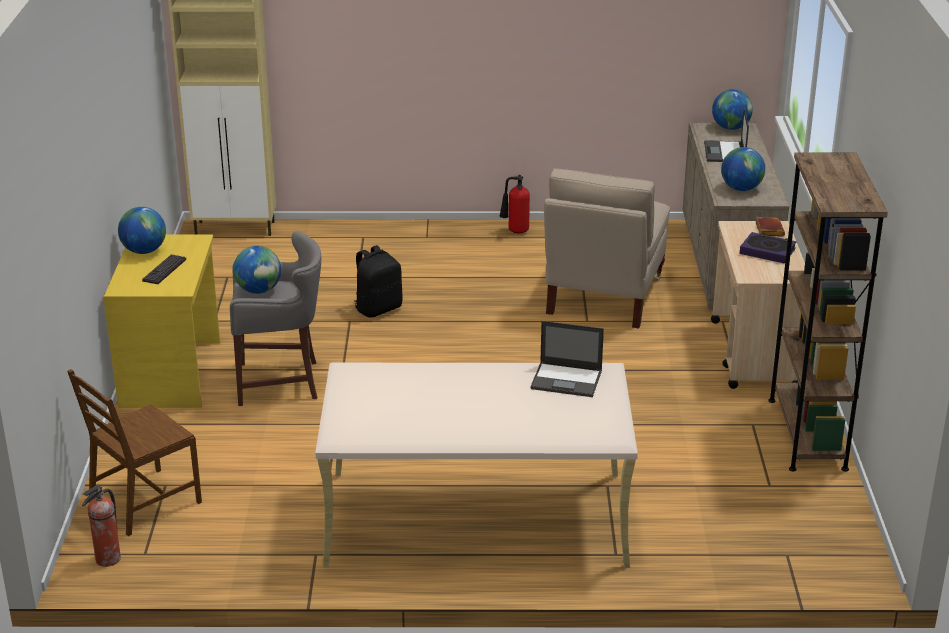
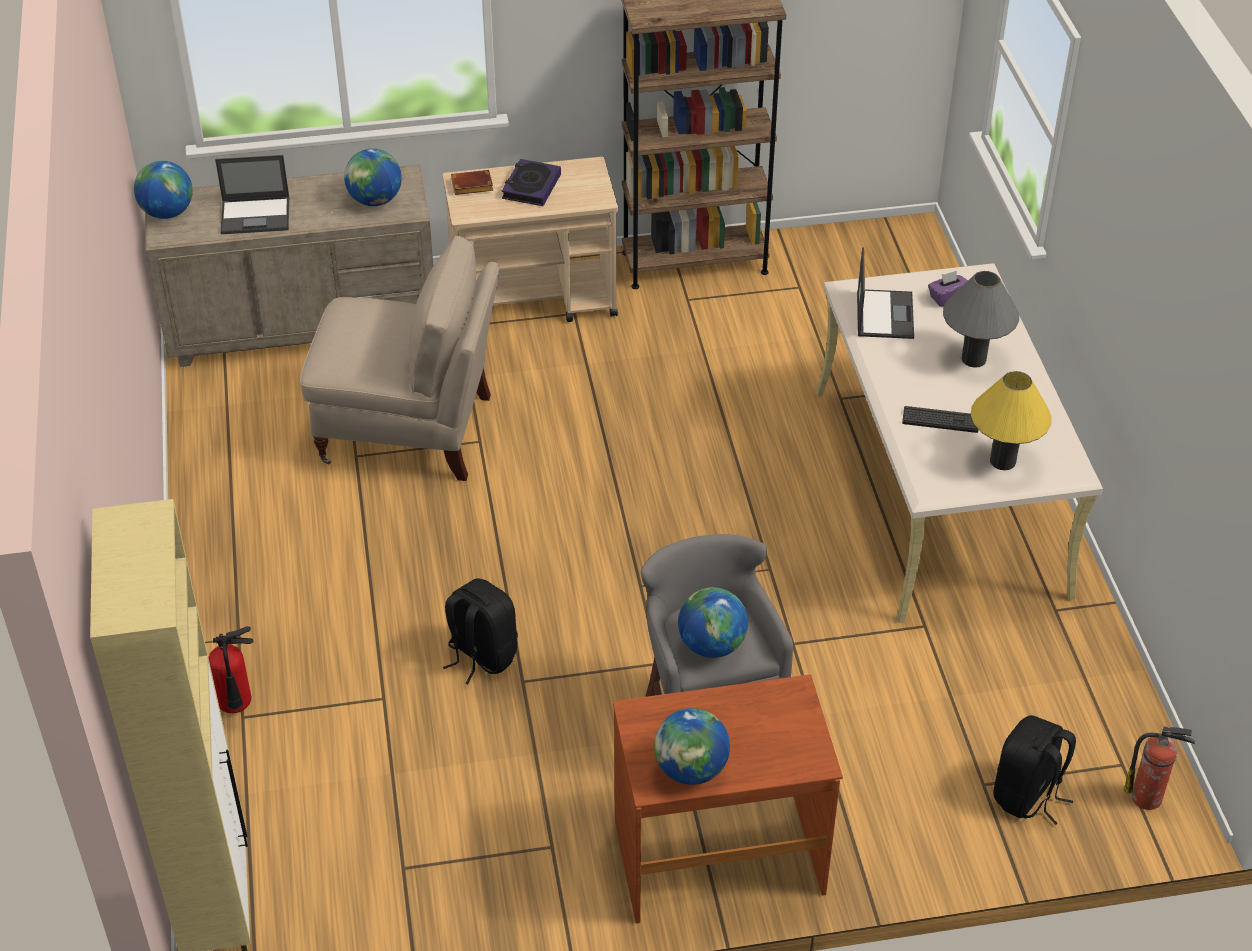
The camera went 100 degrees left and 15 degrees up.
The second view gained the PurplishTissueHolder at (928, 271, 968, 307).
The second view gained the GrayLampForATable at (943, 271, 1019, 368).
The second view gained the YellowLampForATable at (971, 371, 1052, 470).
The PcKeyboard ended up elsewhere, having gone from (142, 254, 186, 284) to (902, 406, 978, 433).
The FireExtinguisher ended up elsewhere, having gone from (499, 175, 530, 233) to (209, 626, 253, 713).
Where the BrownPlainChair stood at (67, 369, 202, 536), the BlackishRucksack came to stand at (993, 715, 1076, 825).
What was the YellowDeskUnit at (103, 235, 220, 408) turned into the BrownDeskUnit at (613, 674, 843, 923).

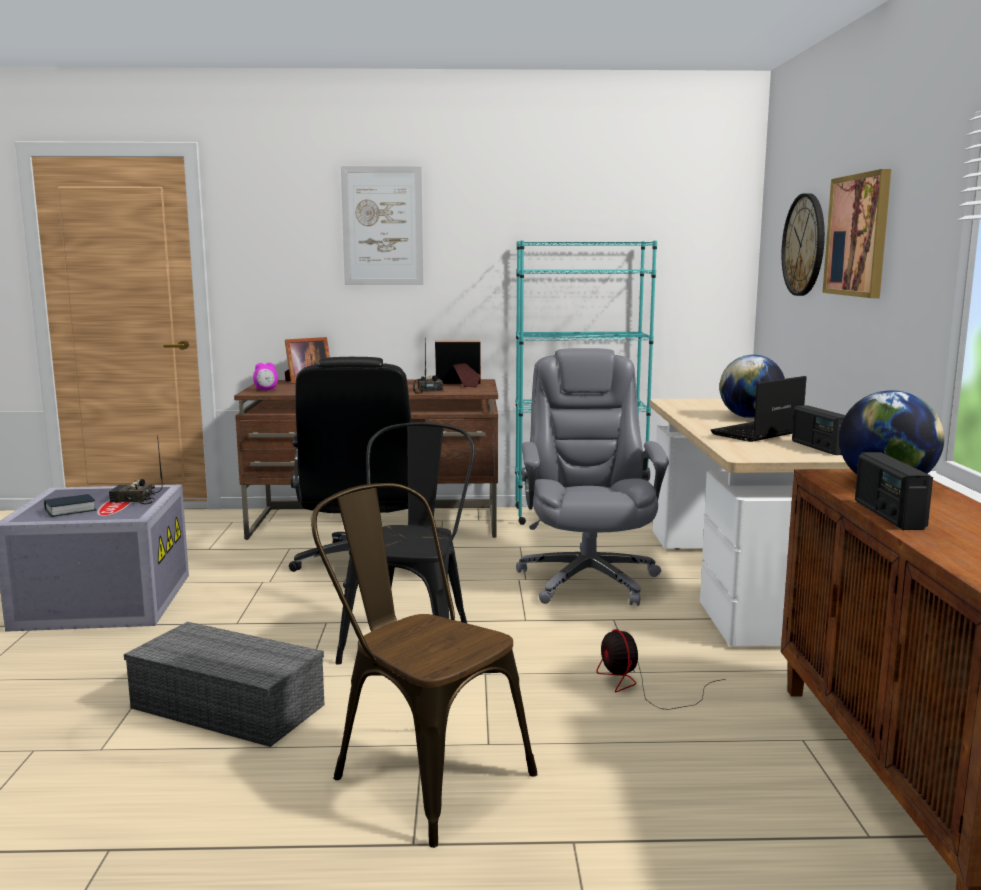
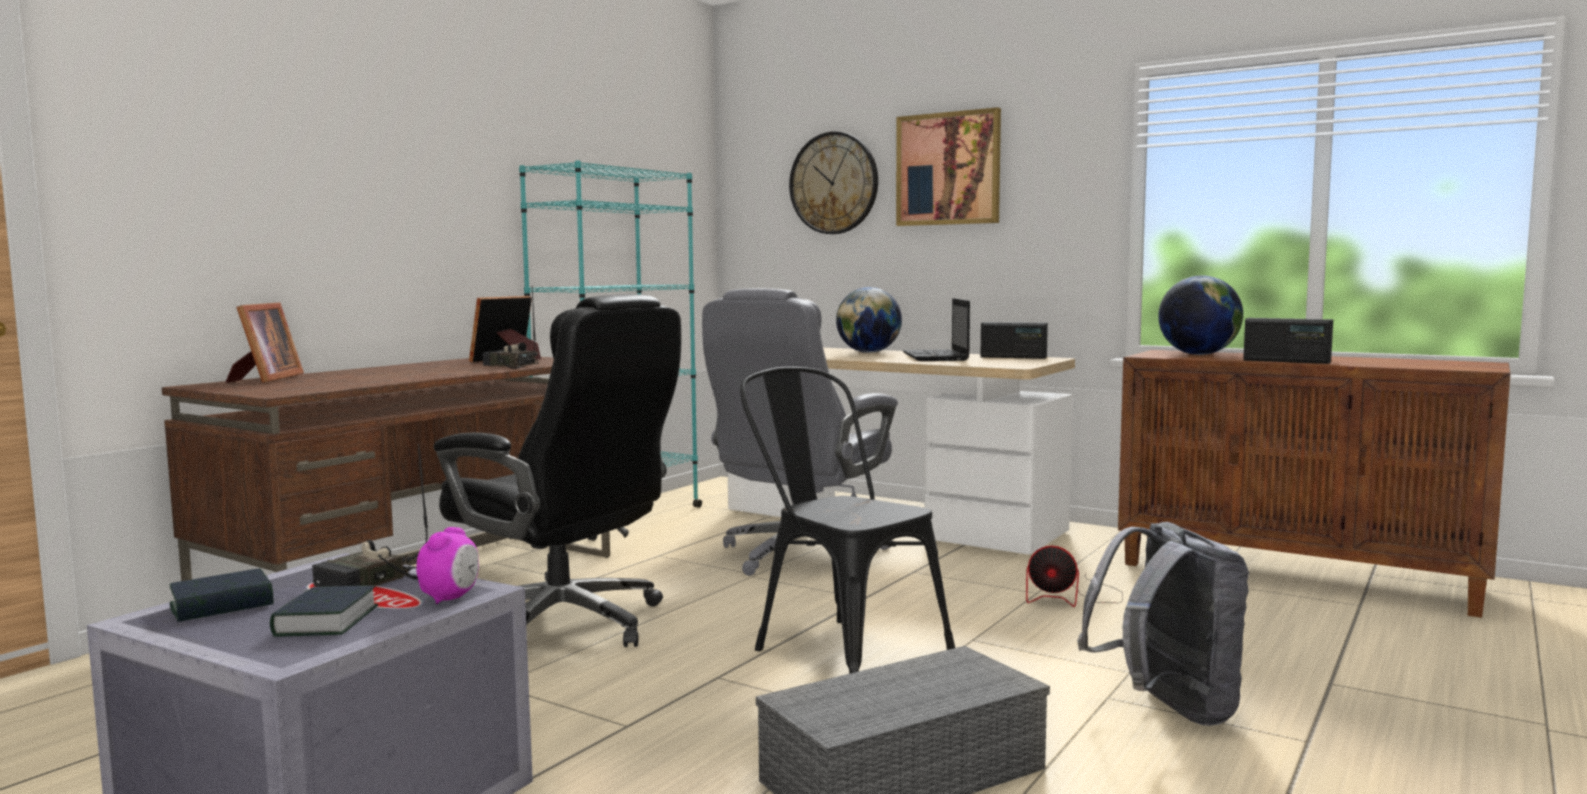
The camera went 55 degrees left and 5 degrees down.
The second view lost the WallPicture at (341, 166, 423, 285).
The second view gained the BoundBook at (169, 568, 273, 622).
The AlarmClock ended up elsewhere, having gone from (253, 363, 278, 390) to (416, 527, 479, 604).
Where the BrownPlainChair stood at (311, 483, 538, 848), the GrayRucksack came to stand at (1077, 522, 1249, 726).
The GrayDeskChair at (516, 348, 669, 606) ended up facing another way, 90 degrees counterclockwise from before.

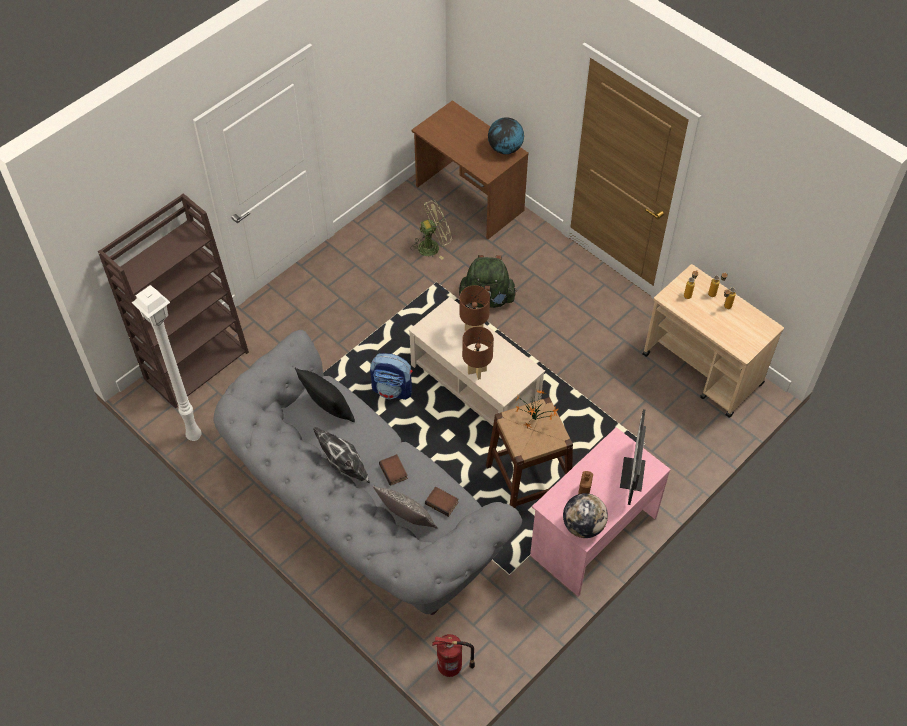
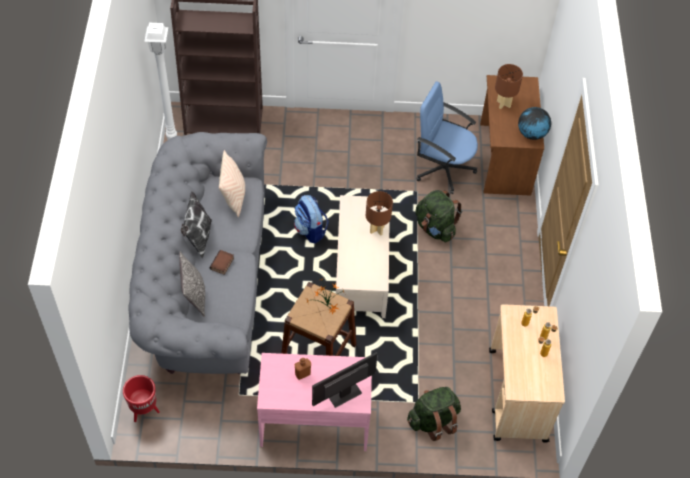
The camera went 45 degrees right and 0 degrees up.
The second view lost the BoundBook at (425, 487, 459, 517).
The second view lost the DeskGlobe at (563, 493, 608, 538).
The second view gained the GreenishRucksack at (407, 387, 461, 441).
The BrownLampForATable ended up elsewhere, having gone from (462, 326, 494, 380) to (495, 64, 523, 109).
Where the GreenishCoolingFan stood at (410, 200, 452, 259), the BlueDeskChair came to stand at (417, 82, 478, 194).
Where the FireExtinguisher stood at (432, 634, 475, 677), the RedPlanter came to stand at (123, 375, 160, 422).
What was the BlackishThrowPillow at (295, 368, 355, 422) turned into the SandColouredThrowPillow at (219, 150, 245, 217).

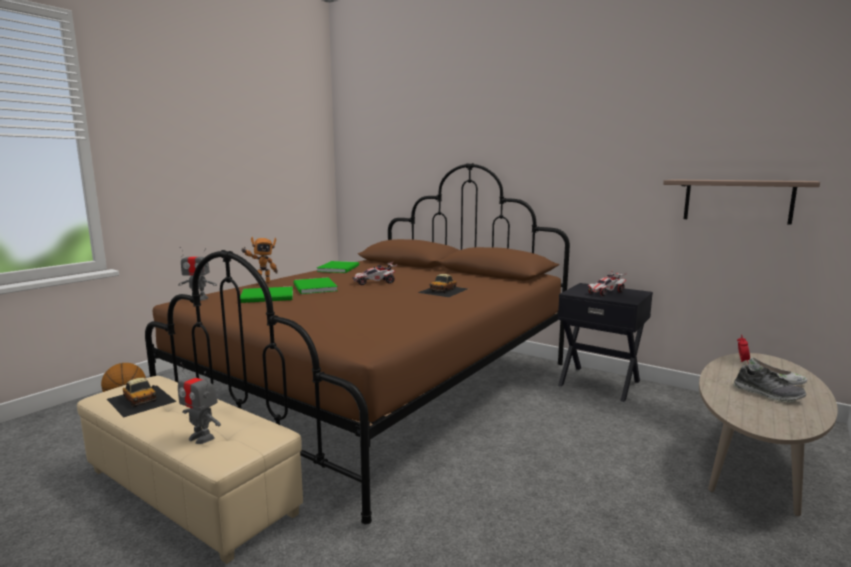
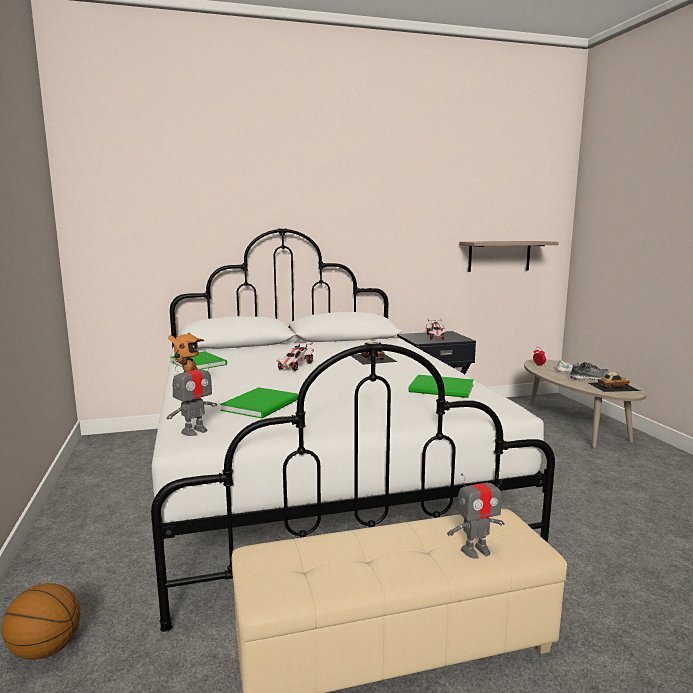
The camera went 50 degrees left and 0 degrees up.
The MiniatureCar ended up elsewhere, having gone from (107, 378, 177, 418) to (588, 372, 640, 392).
The GreenishBoundBook ended up elsewhere, having gone from (293, 277, 338, 294) to (409, 375, 474, 398).
What was the BrownSleepingBed at (145, 163, 570, 524) turned into the WhiteColouredSleepingBed at (151, 228, 555, 632).

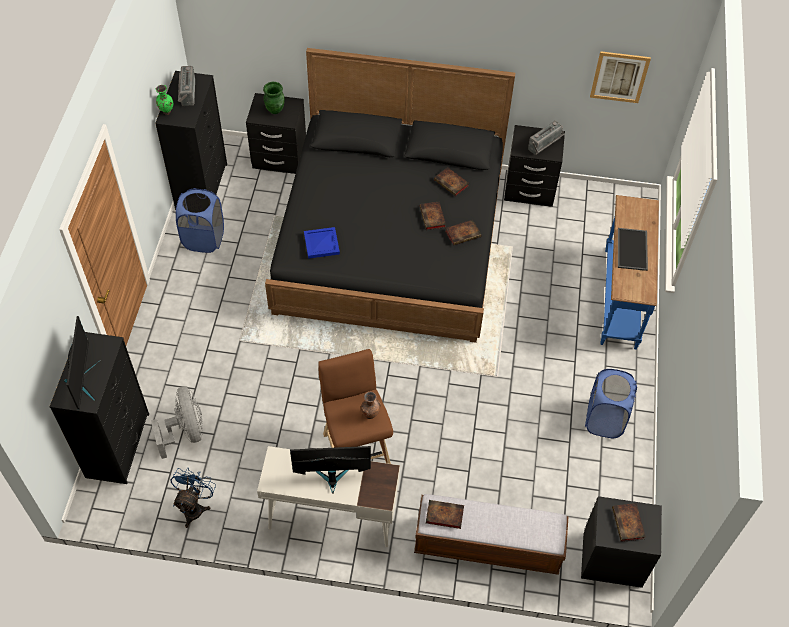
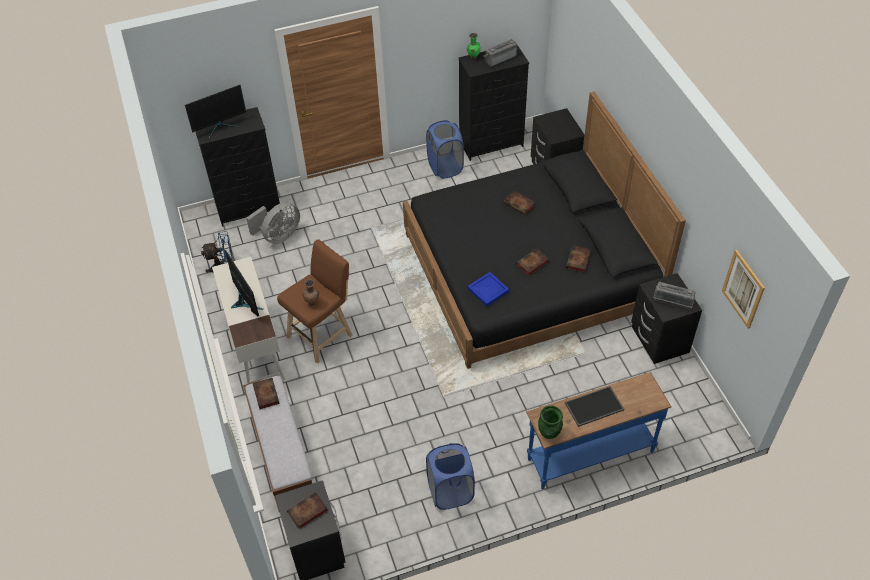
The camera went 65 degrees right and 5 degrees down.
The GreenishFlowerVase ended up elsewhere, having gone from (263, 82, 285, 114) to (538, 406, 563, 439).
The BlueServingTray ended up elsewhere, having gone from (304, 227, 340, 259) to (468, 272, 509, 306).
The BoundBook ended up elsewhere, having gone from (445, 220, 481, 245) to (503, 191, 536, 215).

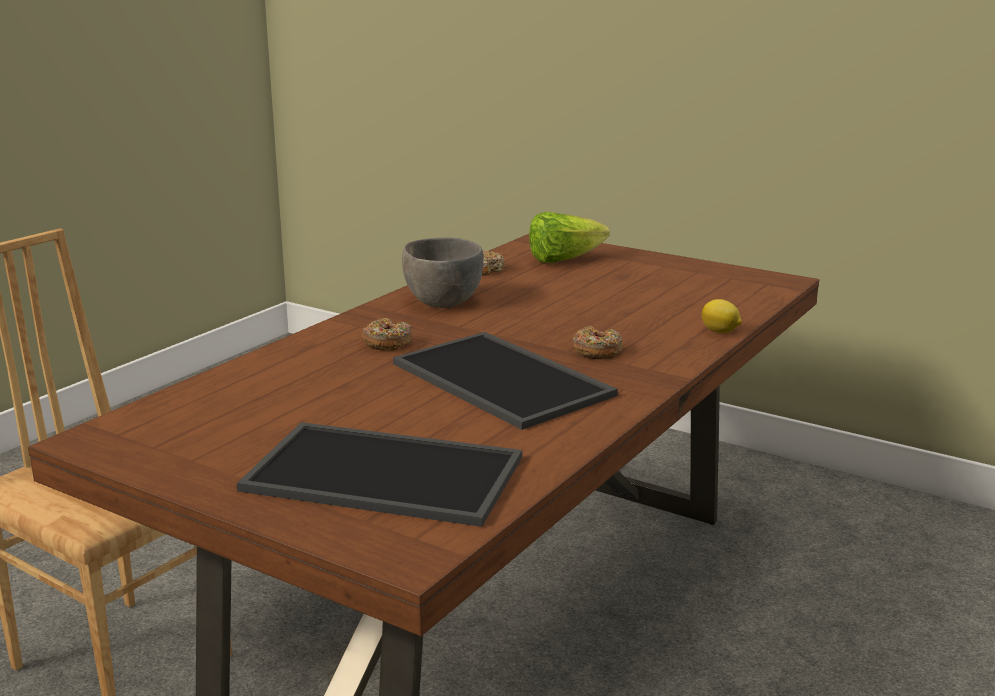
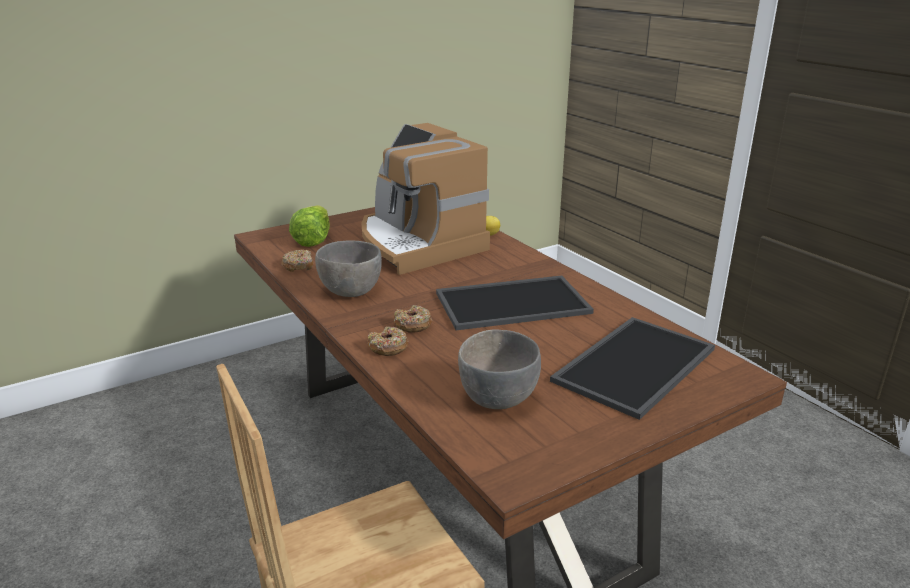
The camera went 65 degrees left and 5 degrees up.
The second view gained the CoffeeMachine at (361, 123, 490, 275).
The second view gained the GrayBowl at (458, 329, 541, 409).
The Doughnut ended up elsewhere, having gone from (573, 326, 623, 359) to (367, 327, 409, 356).

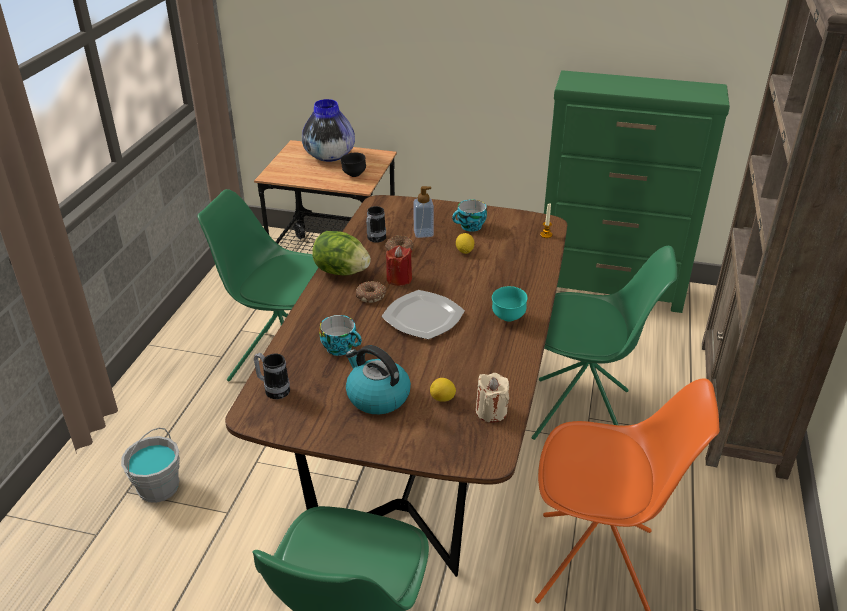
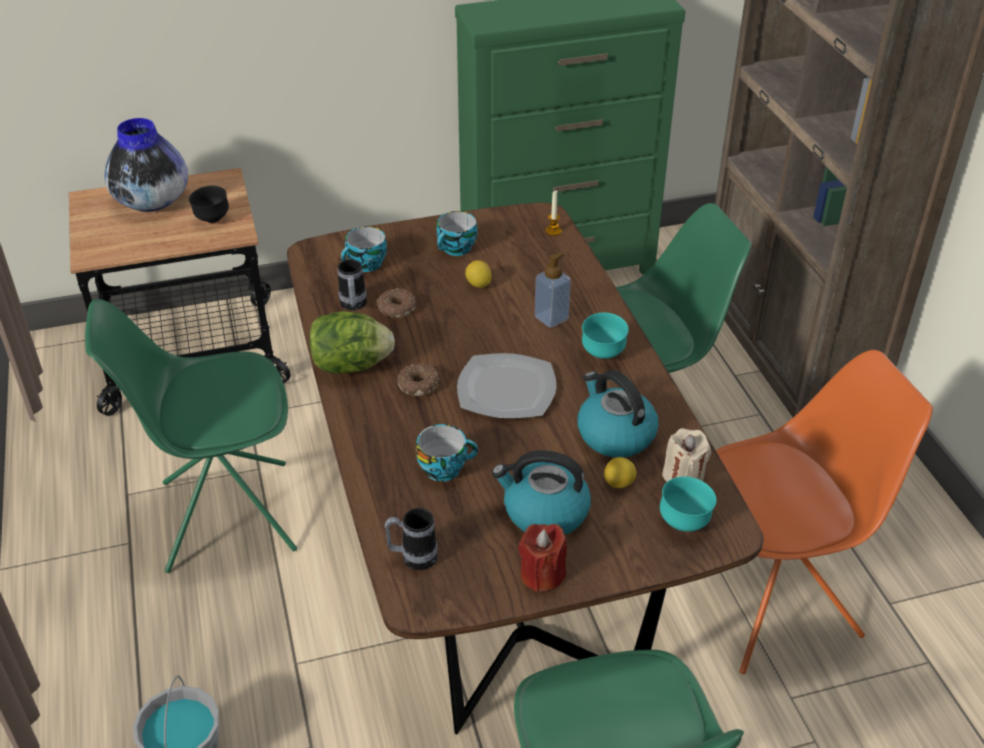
The camera went 30 degrees left and 5 degrees up.
The second view gained the Cup at (341, 226, 387, 272).
The second view gained the Kettle at (577, 370, 659, 457).
The second view gained the BlueGreenBowl at (660, 476, 717, 532).
The RedWaxLight ended up elsewhere, having gone from (386, 246, 412, 286) to (518, 524, 567, 592).
The LiquidSoapBottle ended up elsewhere, having gone from (413, 186, 434, 238) to (534, 252, 571, 328).

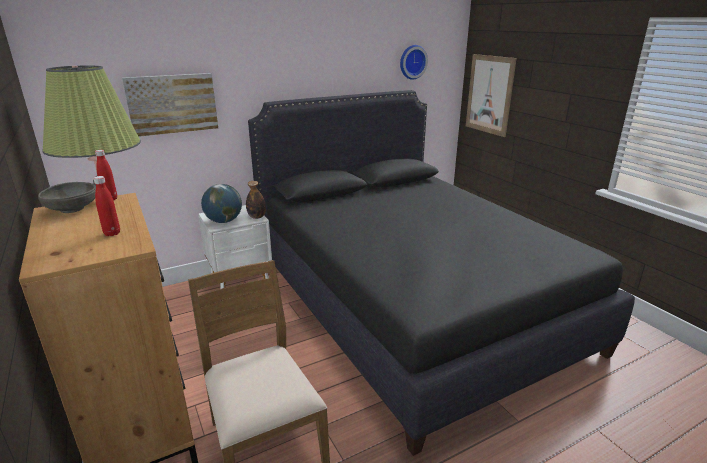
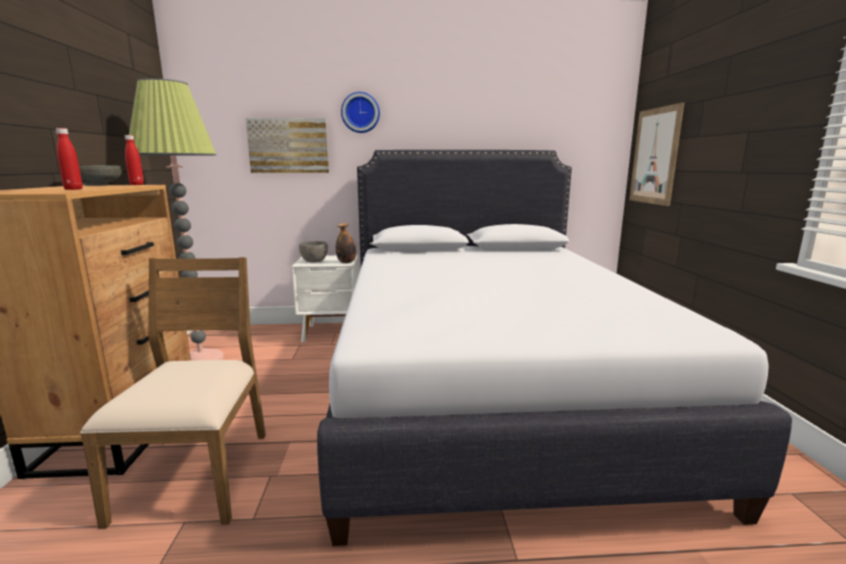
The camera went 25 degrees right and 10 degrees down.
The WallClock ended up elsewhere, having gone from (400, 45, 428, 80) to (341, 92, 380, 133).
Where the DeskGlobe stood at (201, 184, 242, 223), the GrayBowl came to stand at (299, 241, 328, 263).
What was the BlackishSleepingBed at (248, 90, 635, 456) turned into the WhiteColouredSleepingBed at (317, 150, 792, 546).

